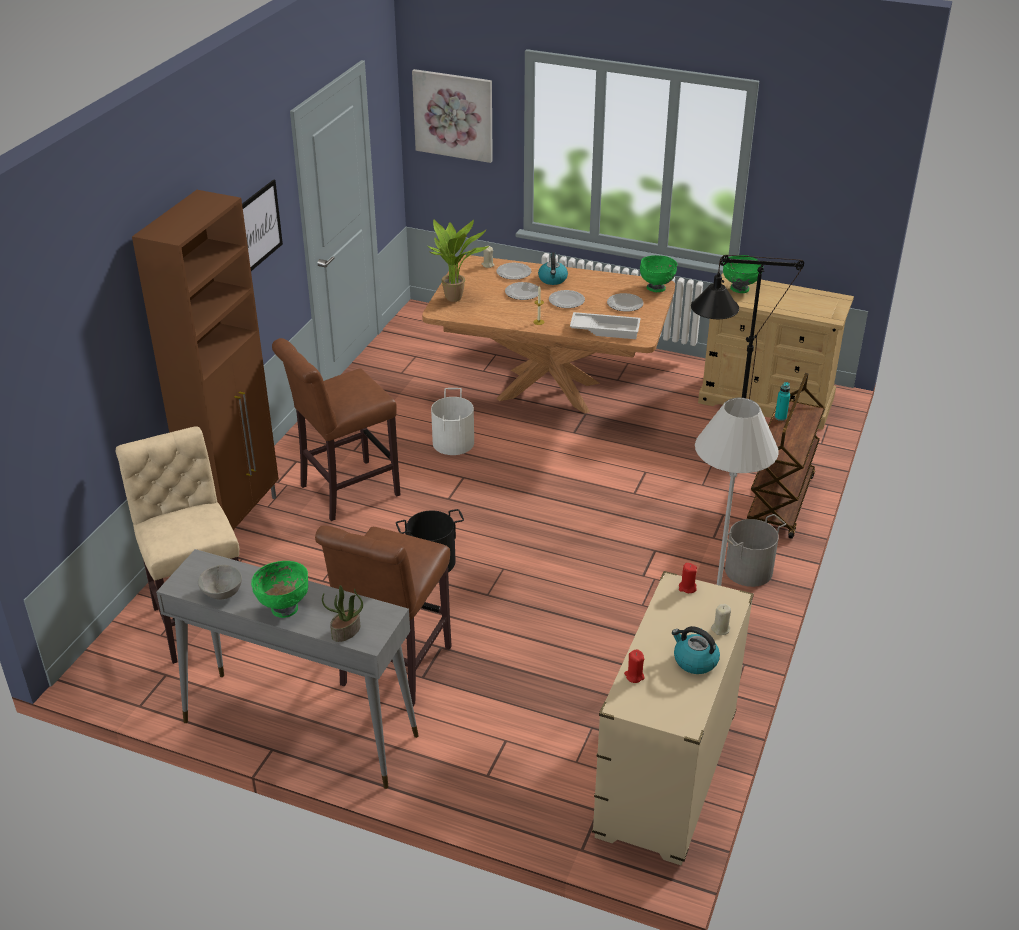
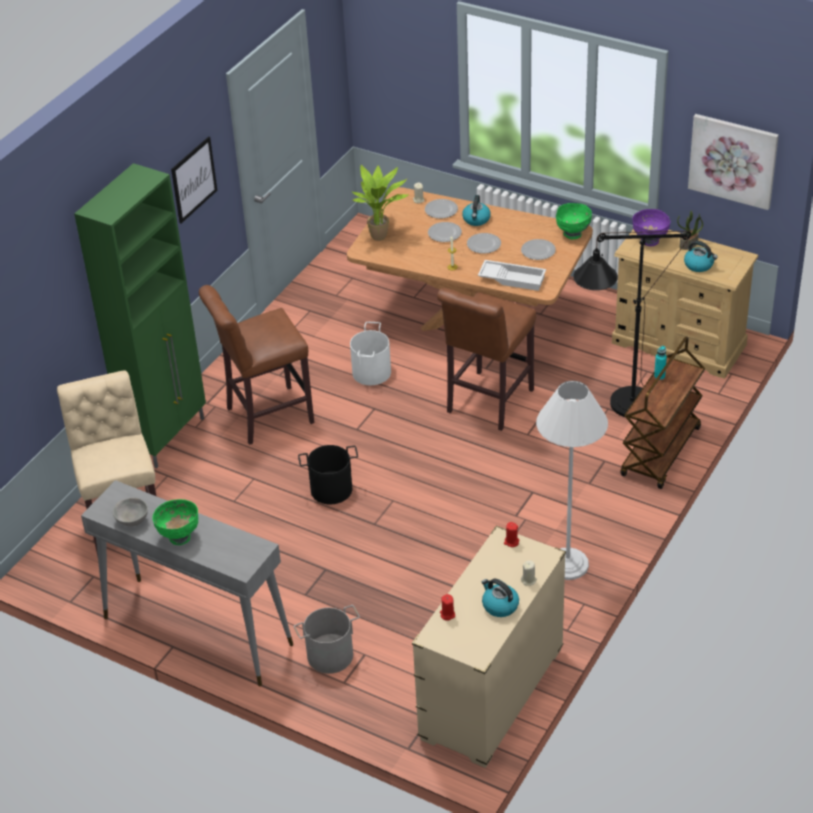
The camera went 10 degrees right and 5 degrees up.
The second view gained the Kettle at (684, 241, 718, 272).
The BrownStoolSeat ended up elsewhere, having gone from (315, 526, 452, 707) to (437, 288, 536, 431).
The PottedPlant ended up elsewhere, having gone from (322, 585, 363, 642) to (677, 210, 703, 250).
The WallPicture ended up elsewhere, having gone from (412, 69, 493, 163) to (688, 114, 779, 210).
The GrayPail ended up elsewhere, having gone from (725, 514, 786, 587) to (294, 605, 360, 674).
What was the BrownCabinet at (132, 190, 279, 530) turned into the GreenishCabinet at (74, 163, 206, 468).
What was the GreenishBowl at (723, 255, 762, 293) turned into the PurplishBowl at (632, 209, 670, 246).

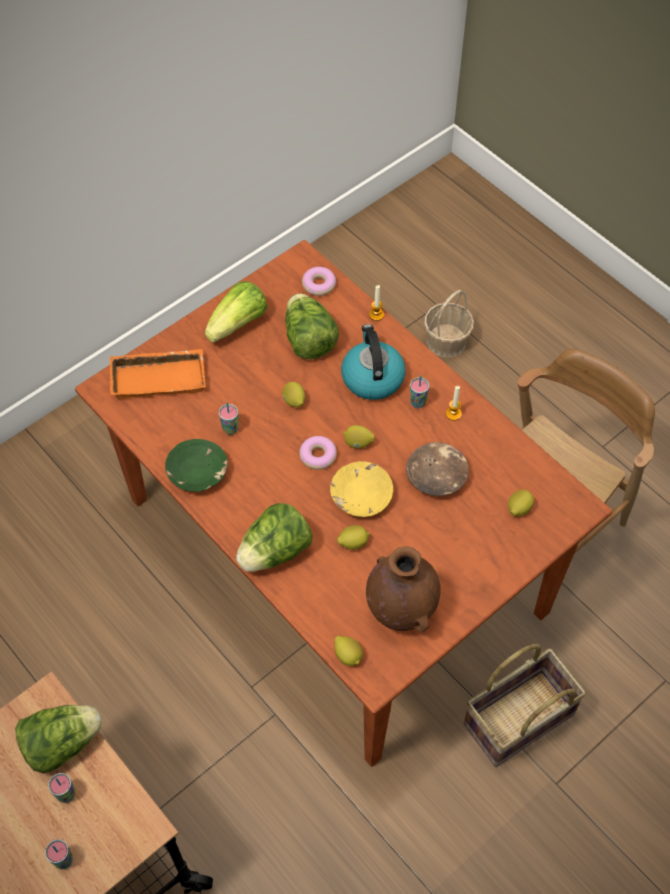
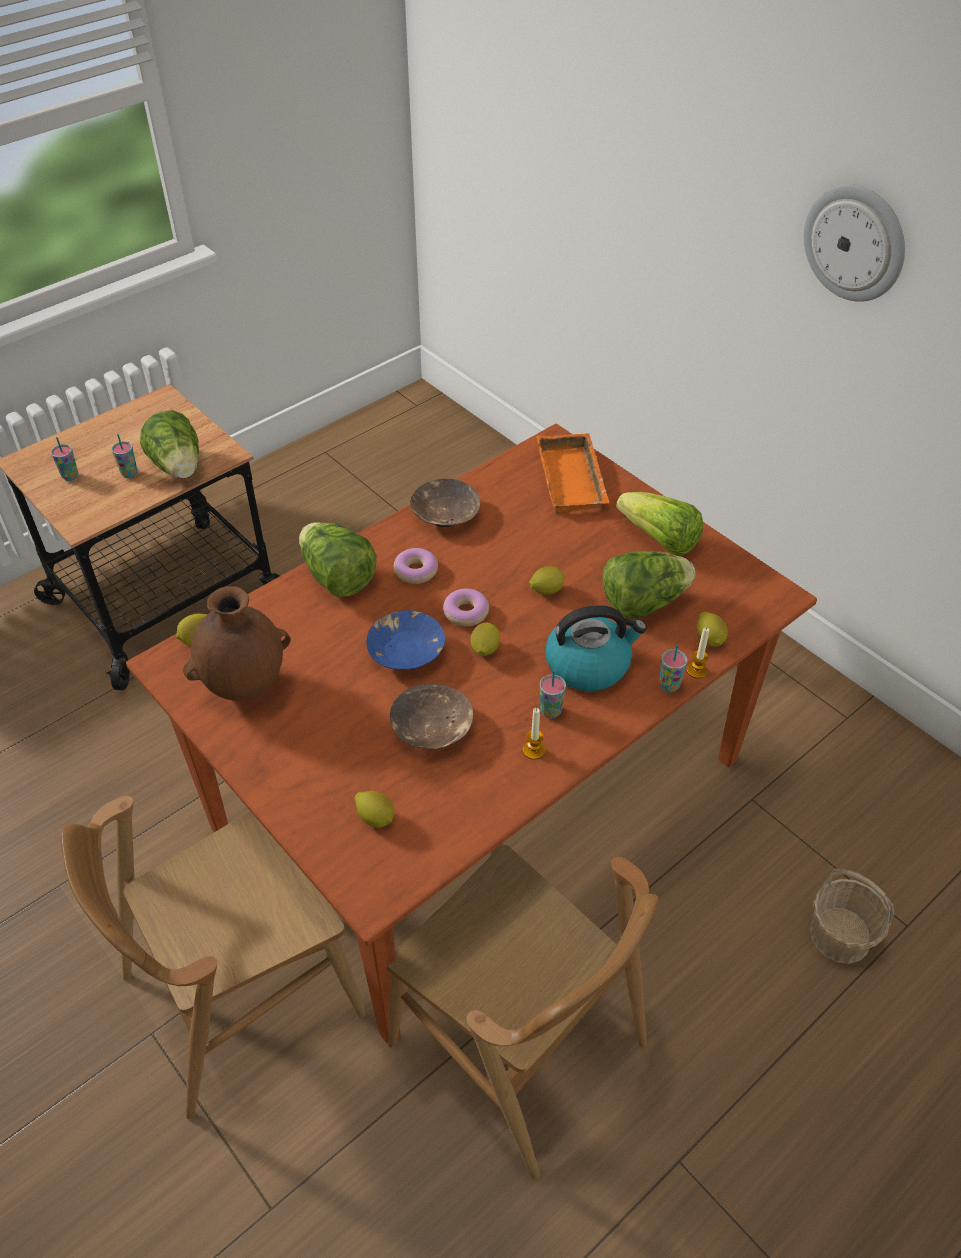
The camera went 90 degrees right and 10 degrees down.
The second view gained the WallClock at (804, 184, 905, 302).
The Cup ended up elsewhere, having gone from (219, 402, 239, 435) to (659, 644, 688, 693).
The Doughnut ended up elsewhere, having gone from (302, 267, 336, 296) to (394, 548, 438, 584).
The CitrusFruit ended up elsewhere, having gone from (337, 525, 370, 550) to (697, 612, 728, 647).
Where the StorageBasket stood at (464, 644, 586, 767), the BrownPlainChair came to stand at (60, 796, 366, 1120).
What was the GreenishBowl at (165, 439, 228, 492) turned into the BrownBowl at (410, 479, 480, 527).
What was the YellowBowl at (330, 461, 393, 517) turned into the BlueBowl at (366, 610, 445, 670).

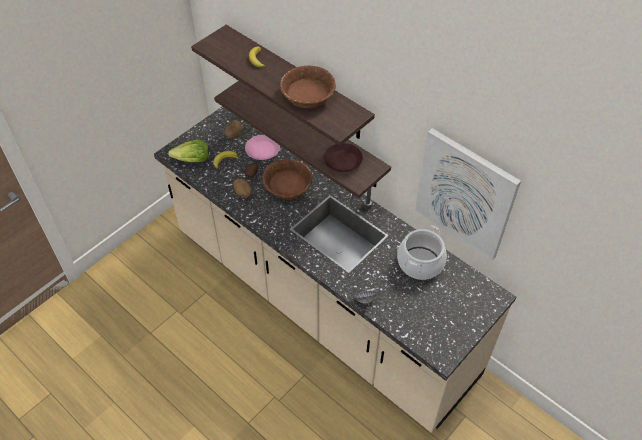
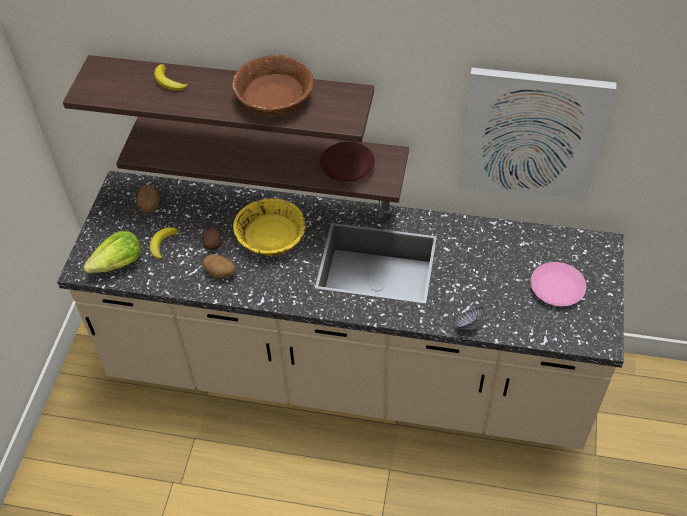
The camera went 30 degrees left and 0 degrees up.
The second view lost the Stockpot at (397, 225, 447, 280).
The PinkFlatDish ended up elsewhere, having gone from (245, 135, 280, 160) to (531, 262, 586, 306).
What was the BrownBowl at (263, 159, 313, 199) turned into the YellowBowl at (233, 198, 306, 256).

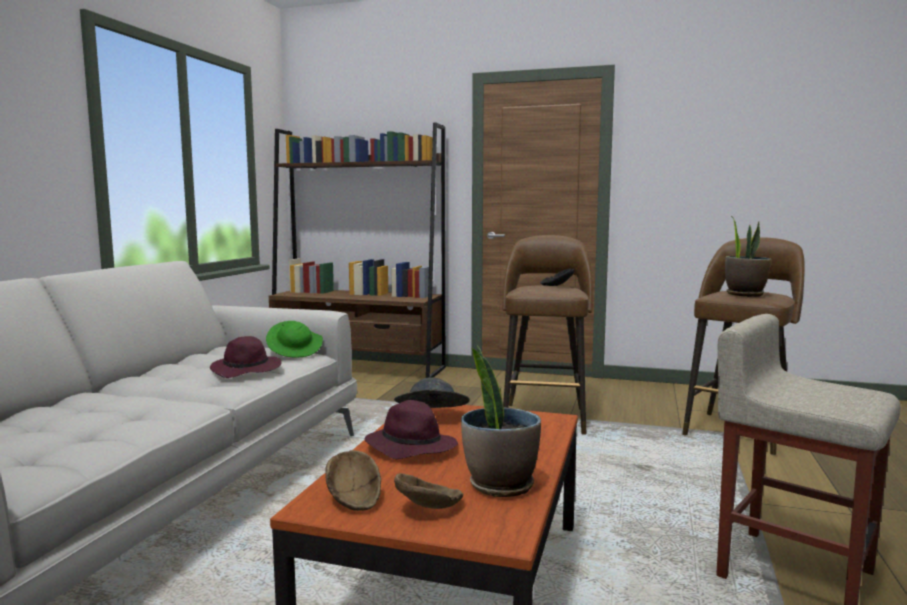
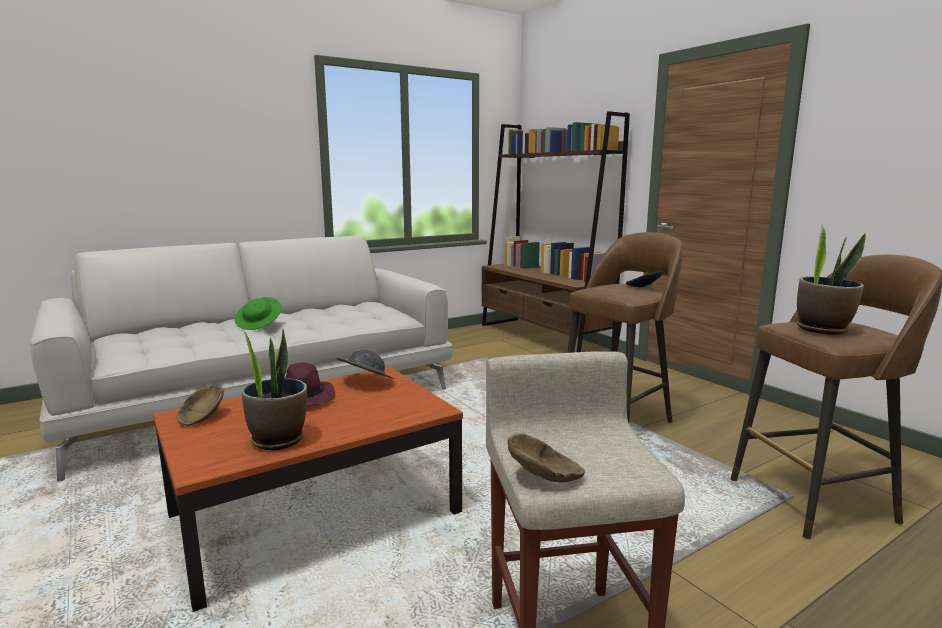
The camera went 40 degrees right and 5 degrees up.
The second view lost the PurplishHat at (210, 336, 282, 378).
The GreenishHat ended up elsewhere, having gone from (266, 321, 323, 358) to (235, 297, 281, 330).
The BrownBowl ended up elsewhere, having gone from (394, 473, 463, 509) to (508, 433, 585, 483).

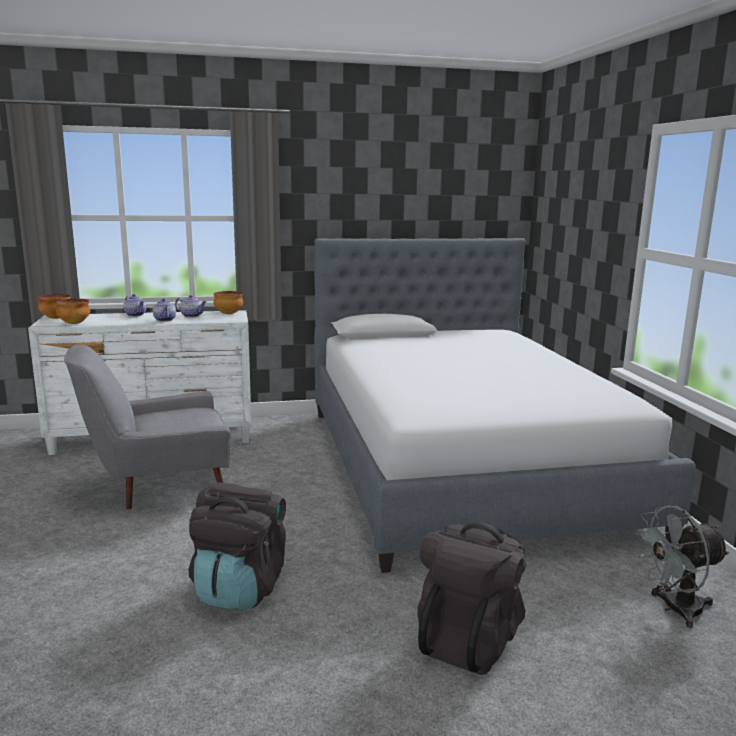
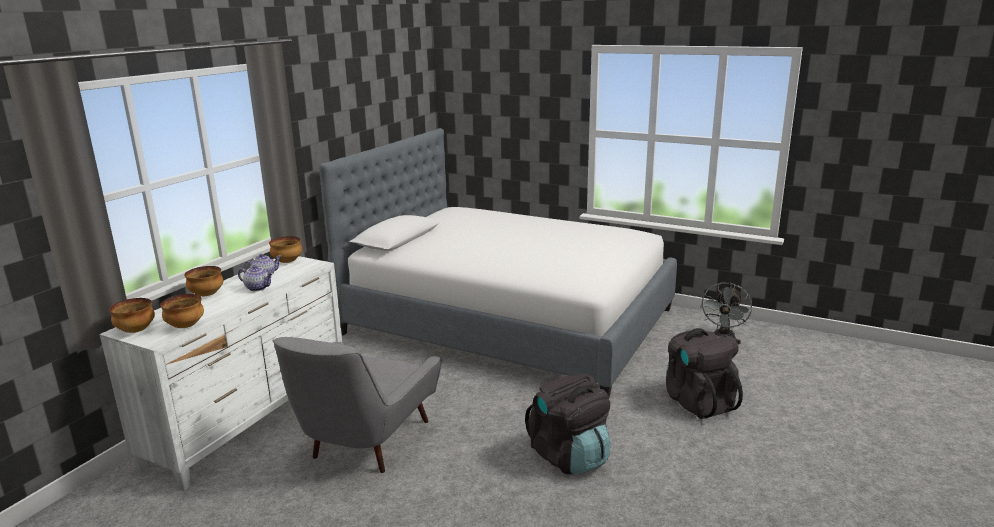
The camera went 50 degrees left and 5 degrees up.
Where the Teapot stood at (123, 294, 146, 317), the Bowl came to stand at (184, 266, 223, 296).

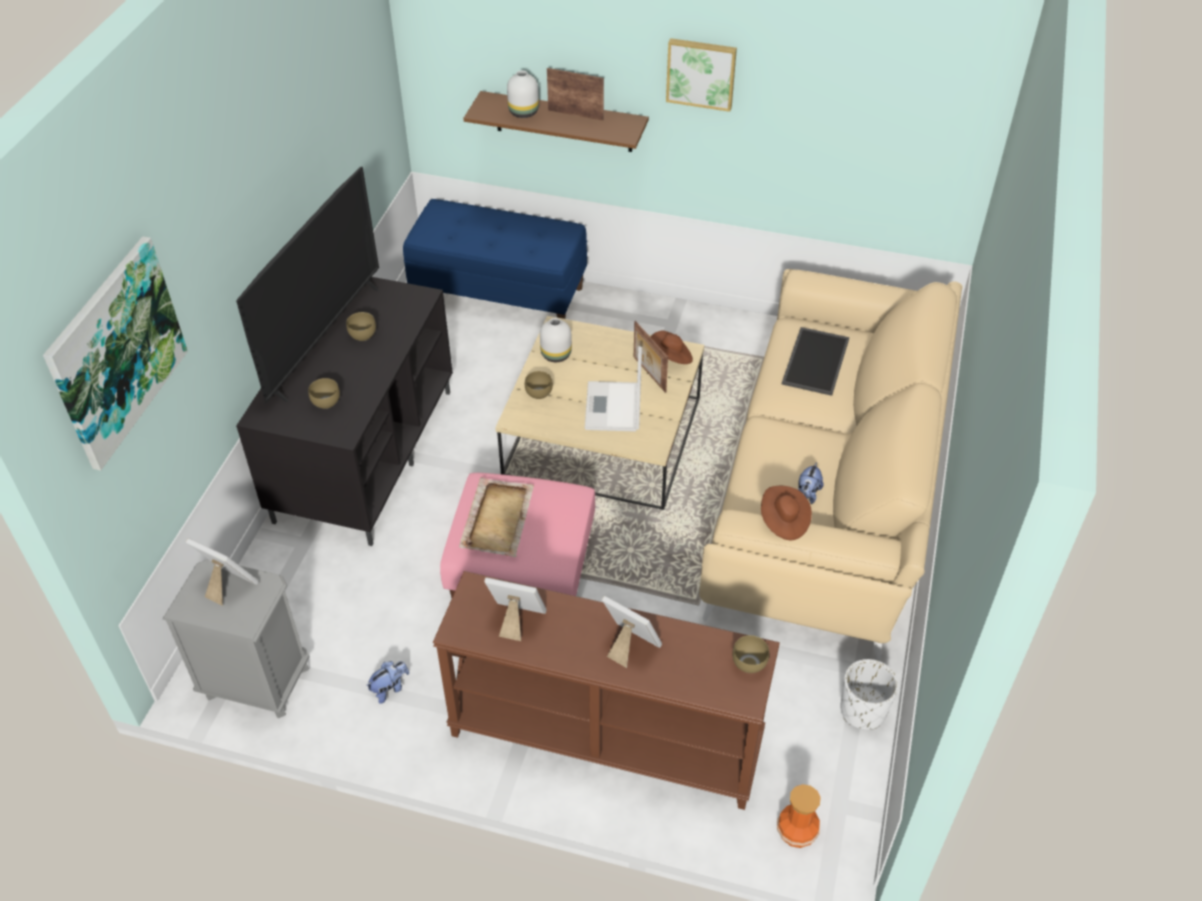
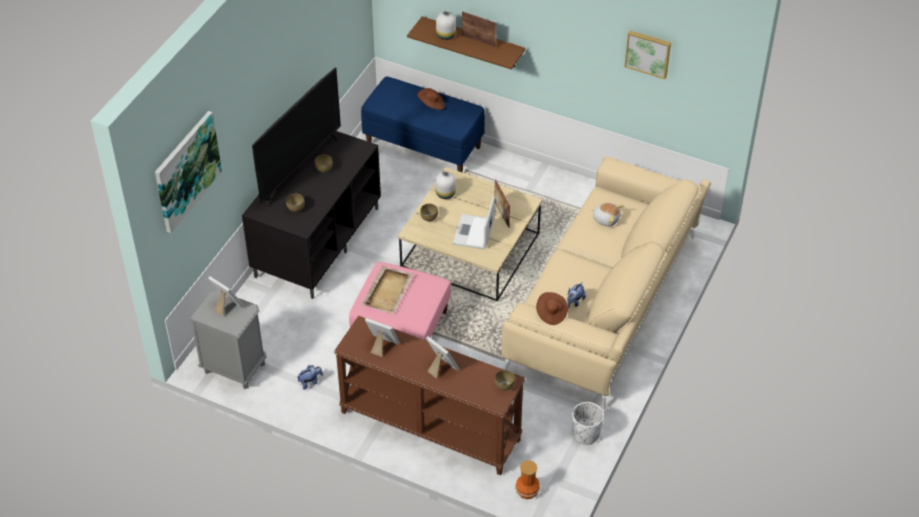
The camera went 10 degrees right and 0 degrees up.
The BrownHat ended up elsewhere, having gone from (651, 331, 693, 364) to (417, 88, 445, 110).
The WallPicture ended up elsewhere, having gone from (666, 38, 737, 112) to (625, 31, 671, 79).
Where the ServingTray stood at (782, 327, 849, 396), the CuddlyToy came to stand at (591, 203, 624, 227).

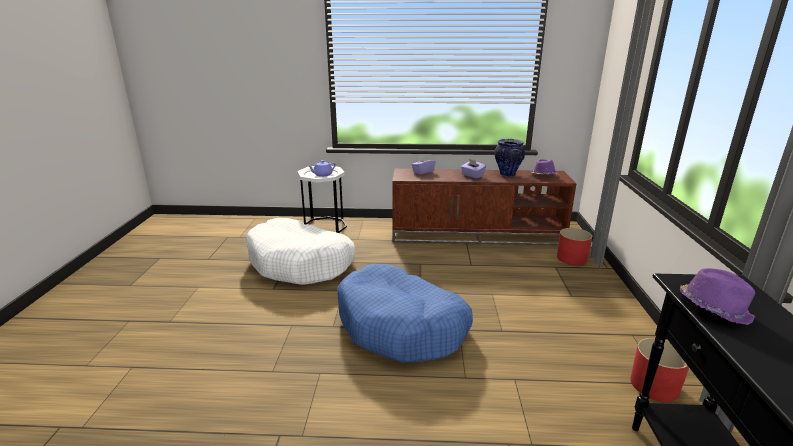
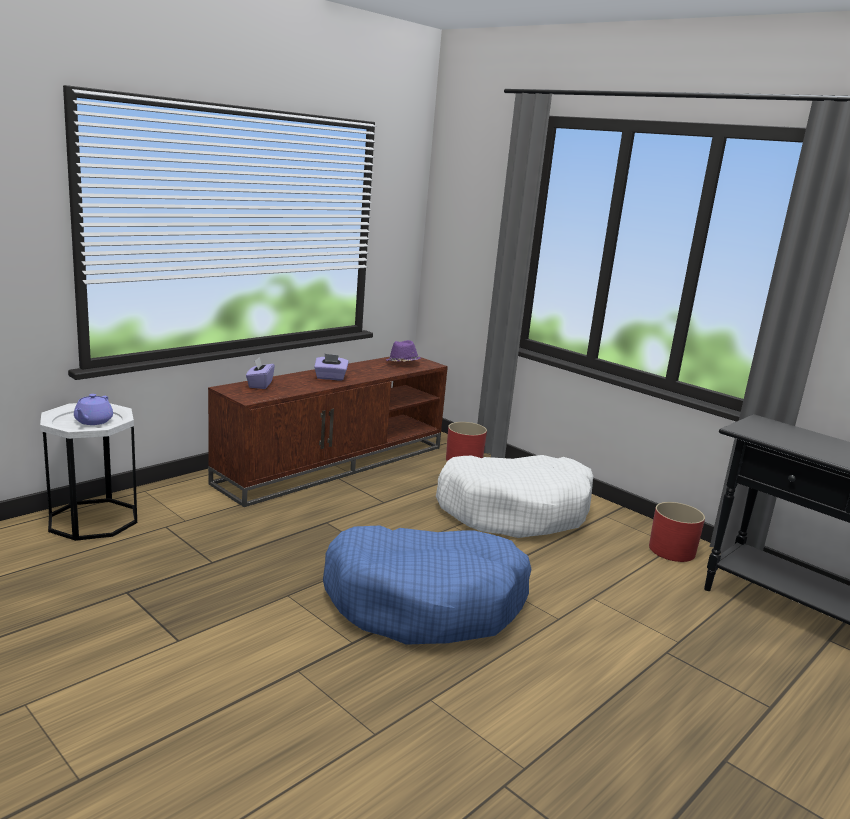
The camera went 50 degrees left and 5 degrees down.
The second view lost the FlowerVase at (495, 139, 525, 177).
The second view lost the PurplishHat at (680, 268, 756, 325).
The WhiteColouredPetBed ended up elsewhere, having gone from (246, 218, 355, 285) to (436, 455, 593, 538).

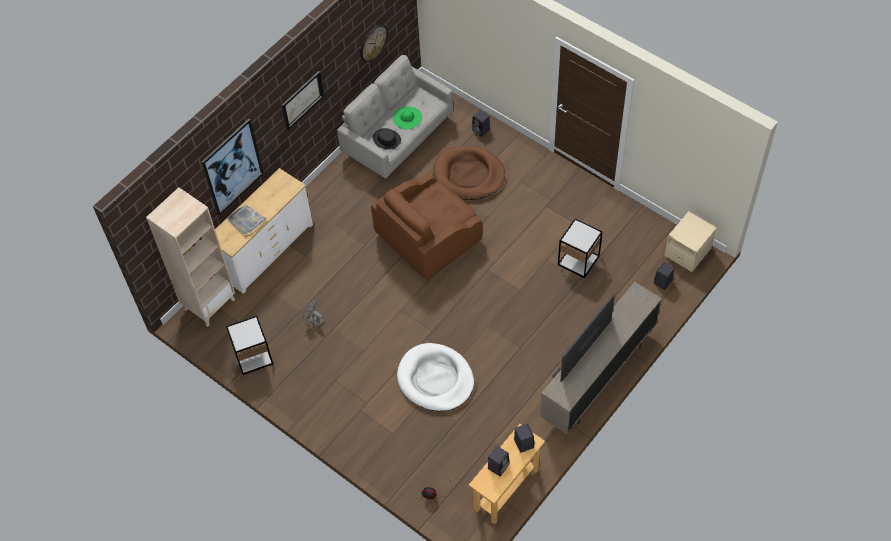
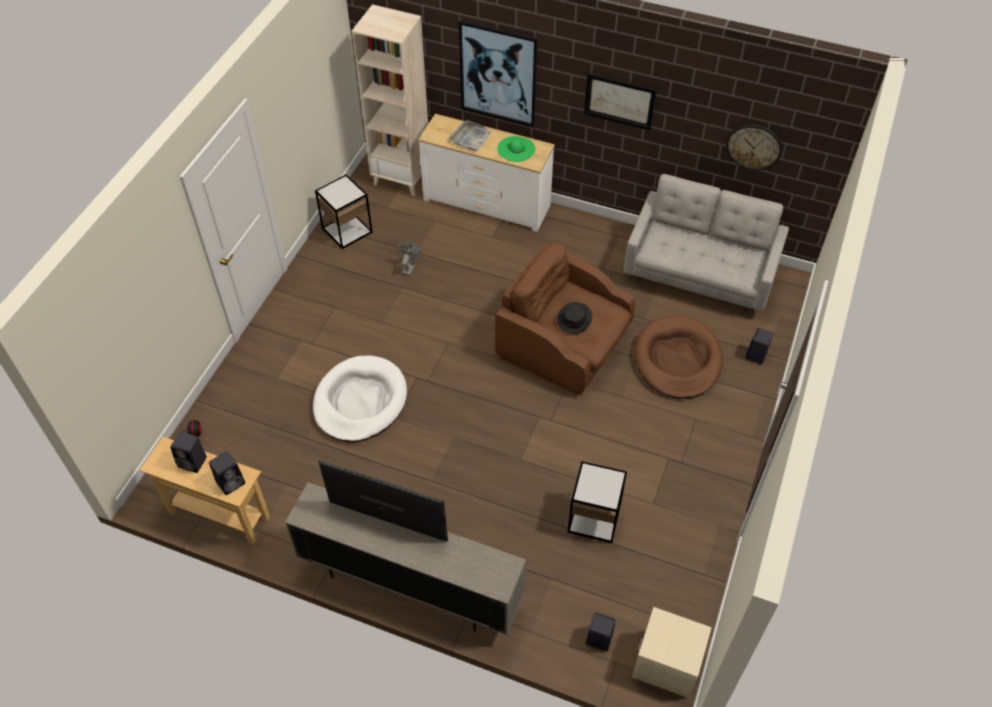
The camera went 70 degrees right and 5 degrees down.
The BlackishHat ended up elsewhere, having gone from (373, 128, 401, 150) to (557, 302, 592, 334).
The GreenishHat ended up elsewhere, having gone from (393, 107, 422, 129) to (497, 136, 535, 162).

